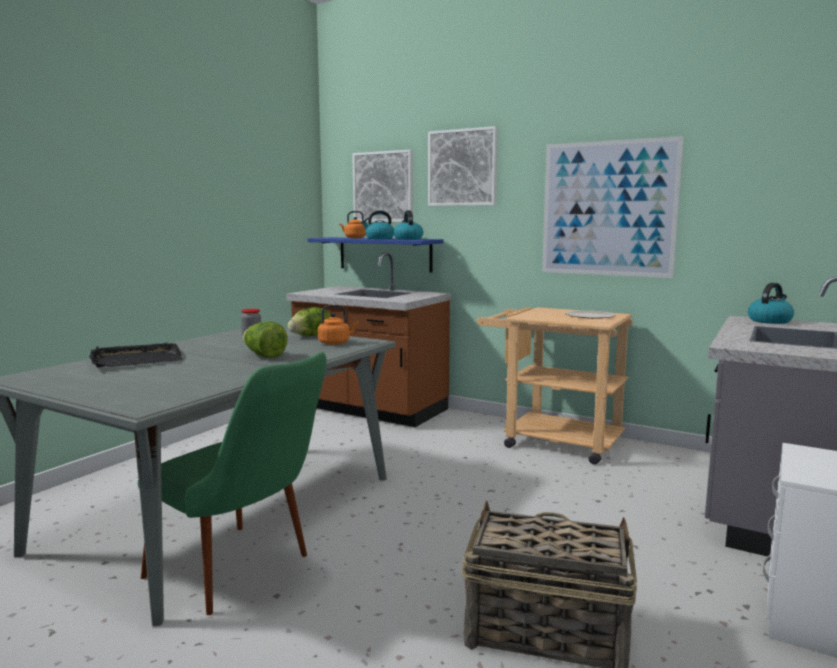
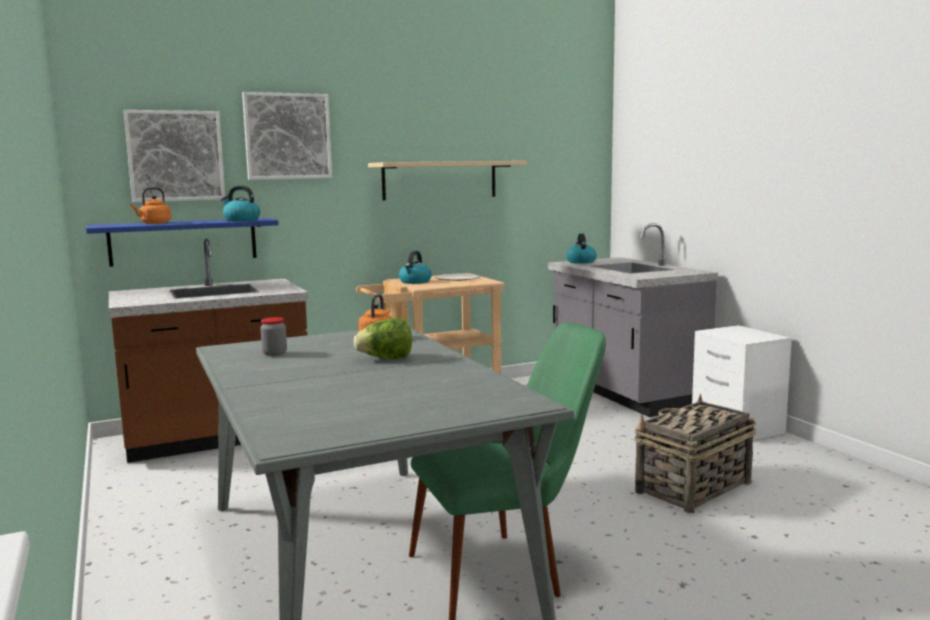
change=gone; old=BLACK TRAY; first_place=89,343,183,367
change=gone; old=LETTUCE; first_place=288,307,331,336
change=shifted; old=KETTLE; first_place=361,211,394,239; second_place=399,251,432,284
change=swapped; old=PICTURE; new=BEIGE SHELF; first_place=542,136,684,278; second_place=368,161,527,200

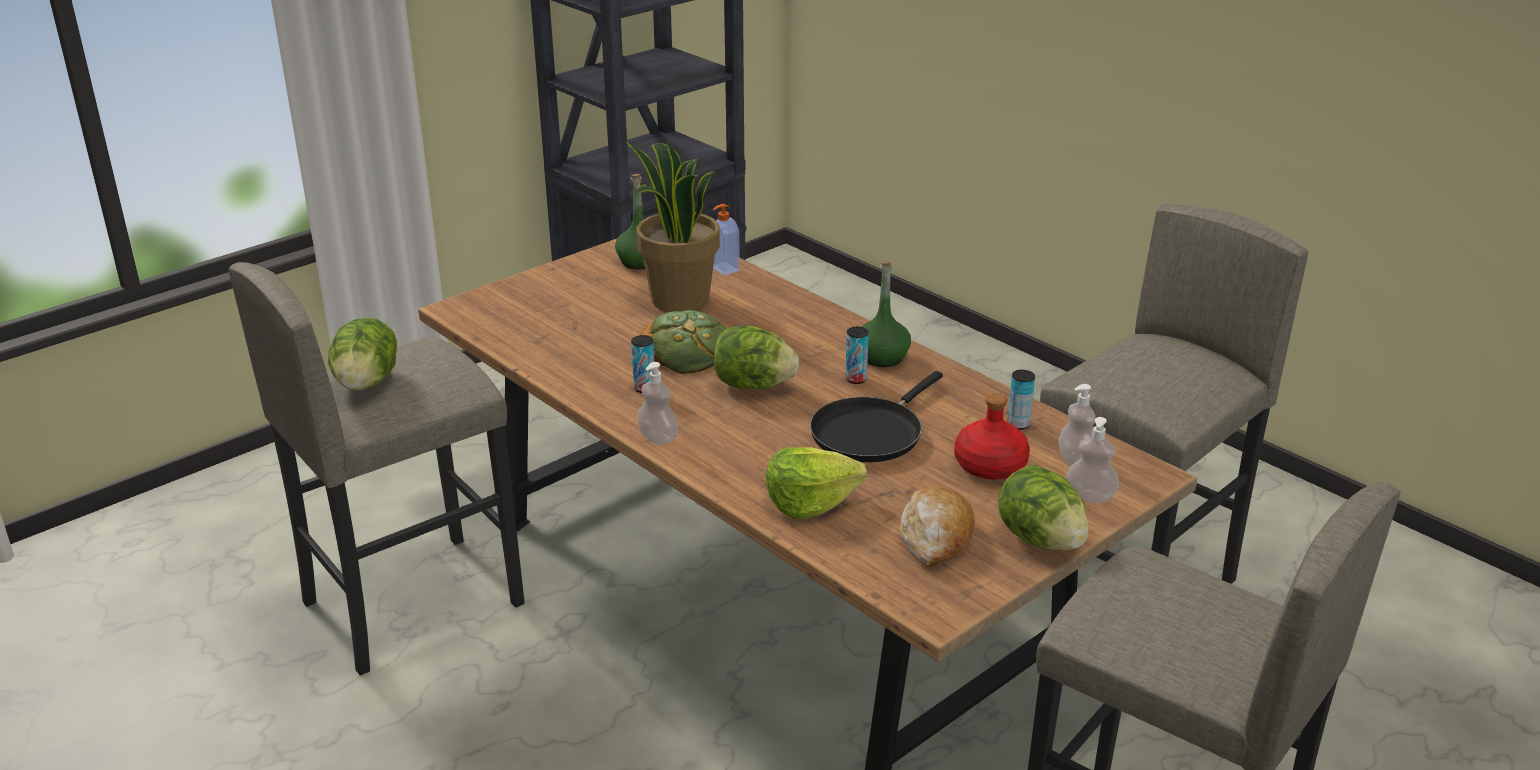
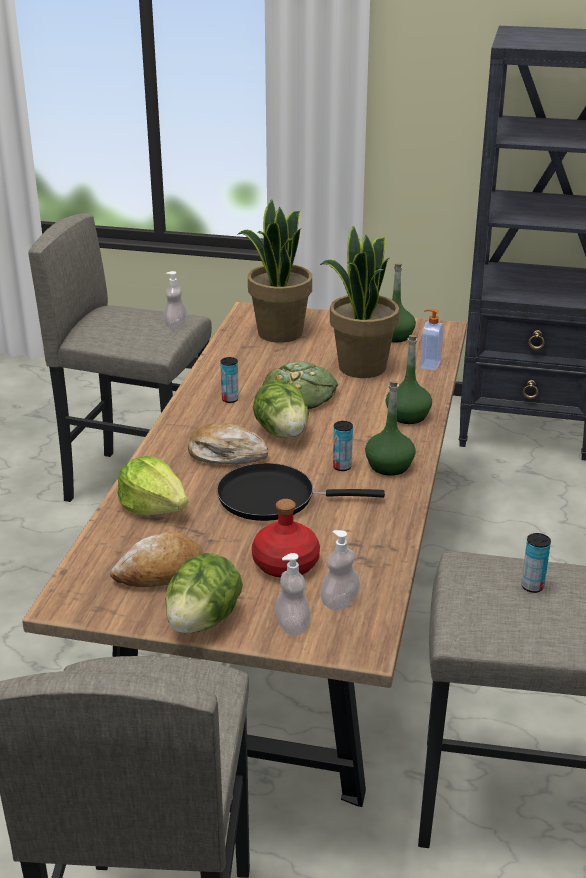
change=gone; old=LETTUCE; first_place=328,317,397,390
change=shifted; old=SOAP DISPENSER; first_place=637,362,678,445; second_place=163,271,187,329
change=shifted; old=CAN; first_place=1007,370,1035,430; second_place=521,533,551,593
change=new; new=BREAD; second_place=188,423,268,464
change=new; new=POTTED PLANT; second_place=238,199,312,343
change=new; new=GREEN BOTTLE; second_place=386,335,432,424

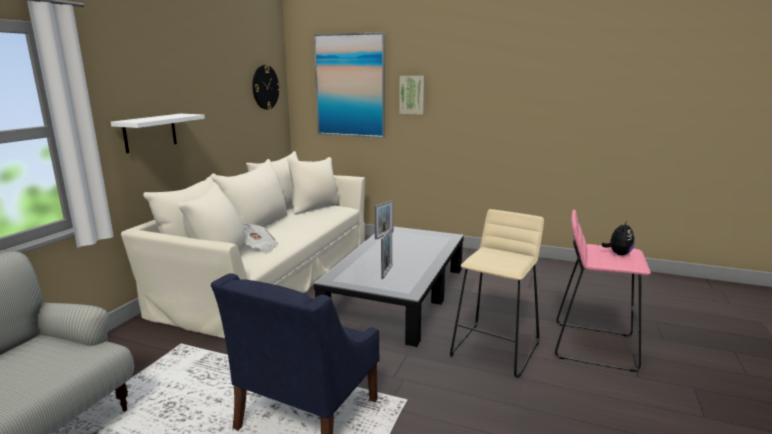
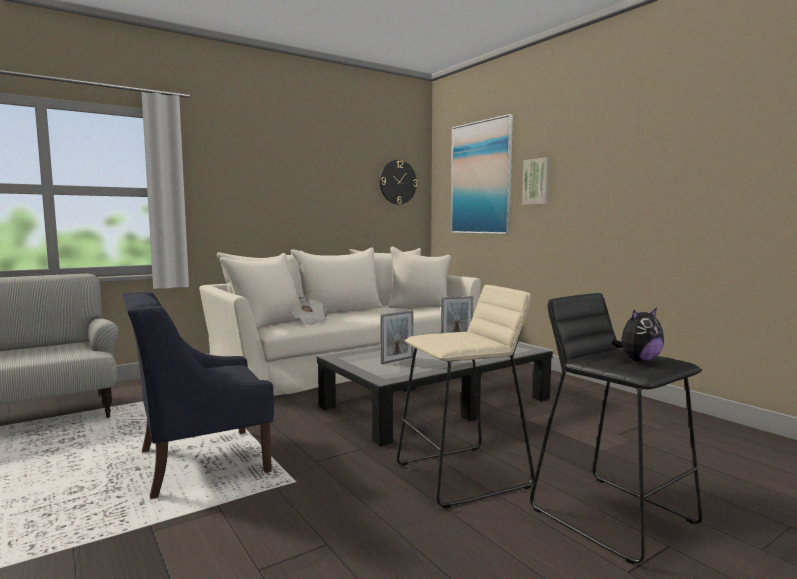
change=gone; old=WHITE SHELF; first_place=111,114,205,153
change=repainted; old=PINK STOOL; new=BLACK STOOL; first_place=555,209,651,372; second_place=530,293,703,565

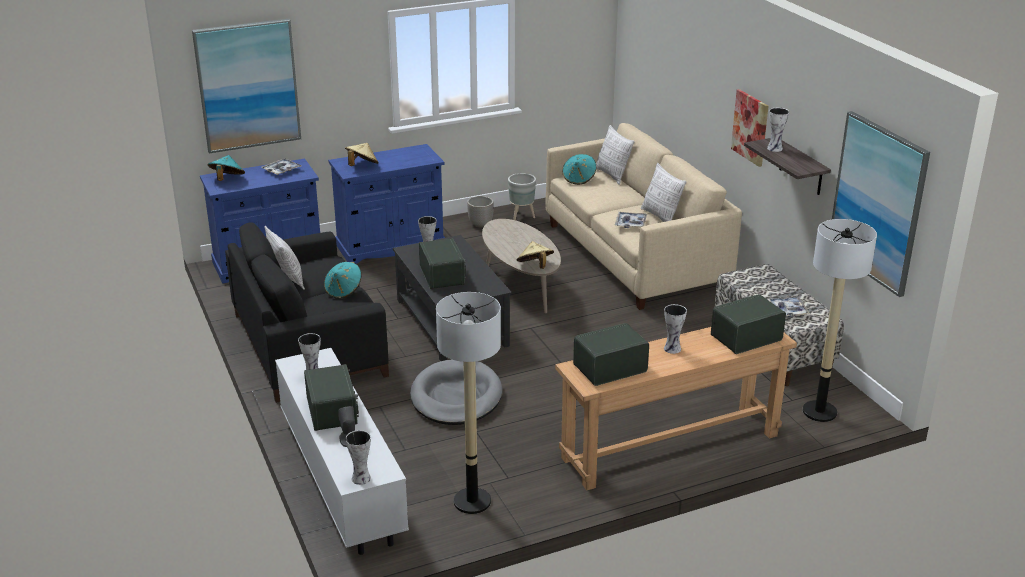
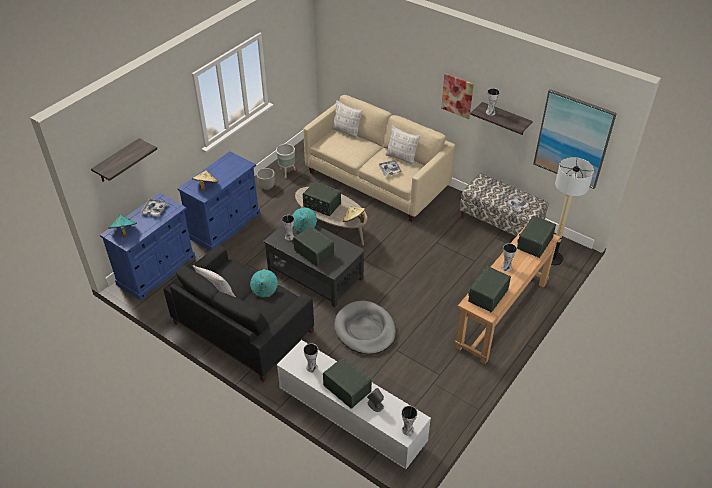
change=swapped; old=PICTURE; new=SHELF; first_place=192,19,301,154; second_place=91,138,157,182
change=gone; old=FLOOR LAMP; first_place=436,292,501,514
change=shifted; old=TURQUOISE HAT; first_place=562,154,596,185; second_place=292,207,317,233
change=new; new=RADIO; second_place=303,182,341,216

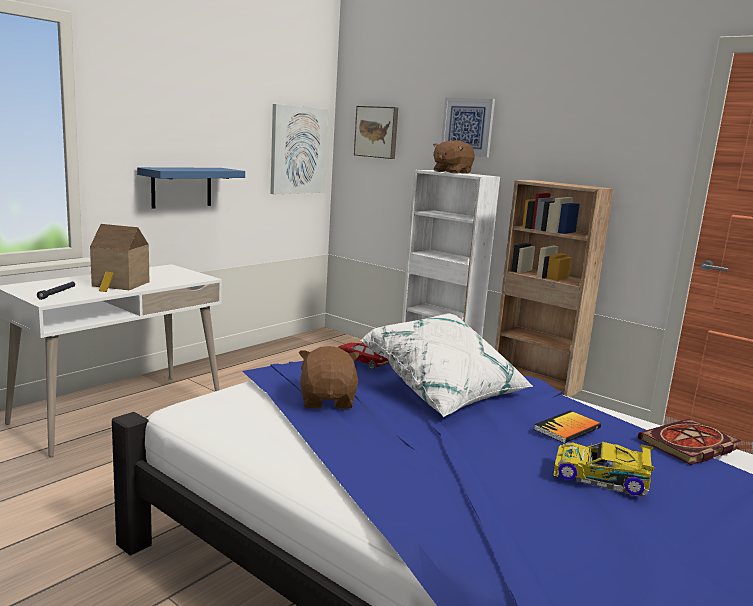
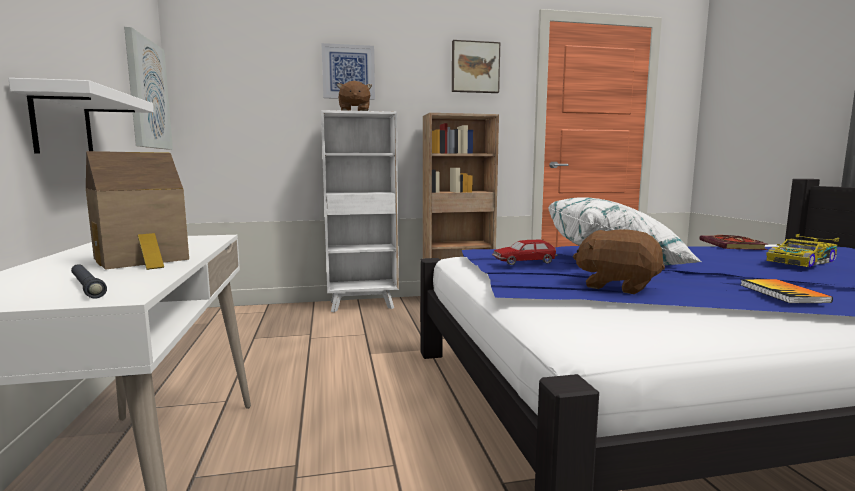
change=repainted; old=BLUE SHELF; new=WHITE SHELF; first_place=137,167,245,209; second_place=8,78,154,154
change=shifted; old=PICTURE; first_place=354,106,398,159; second_place=452,40,500,93
change=shifted; old=BOOK; first_place=534,411,601,443; second_place=741,279,833,303

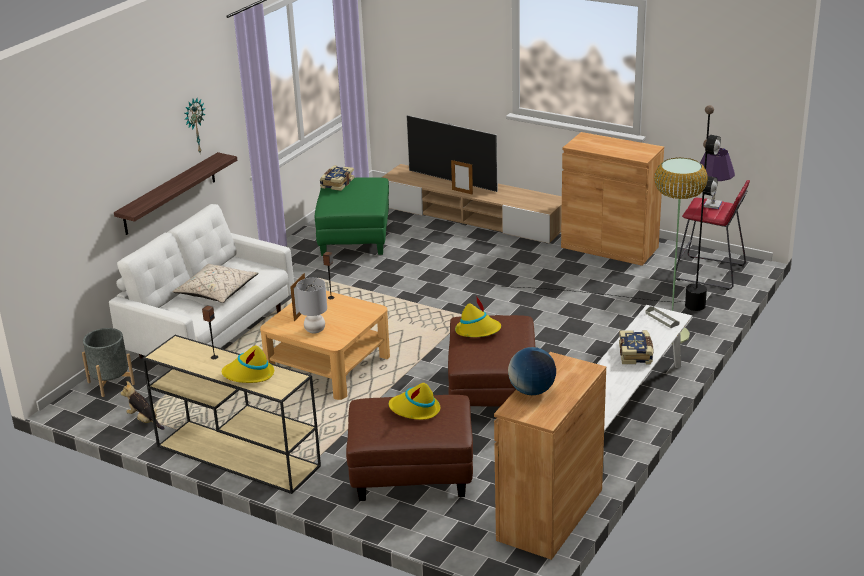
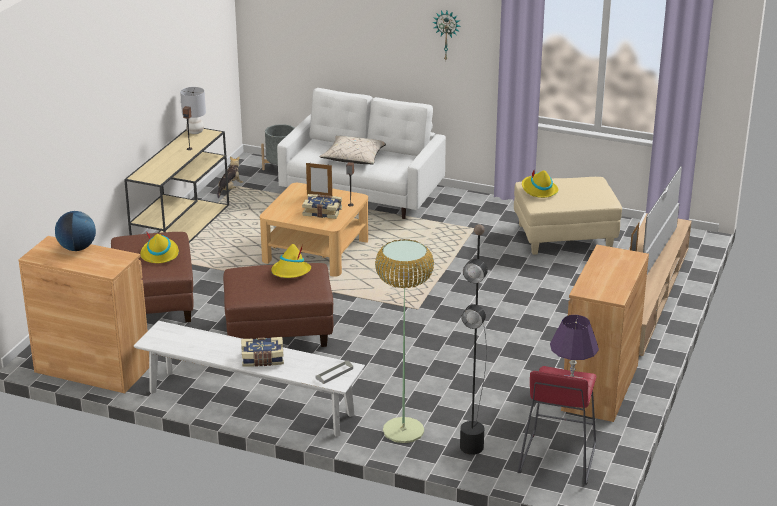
change=gone; old=SHELF; first_place=114,152,237,235
change=shifted; old=YELLOW HAT; first_place=222,345,274,383; second_place=522,169,558,198
change=shifted; old=GREY TABLE LAMP; first_place=296,278,327,334; second_place=180,87,206,134
change=repainted; old=GREEN OTTOMAN; new=BEIGE OTTOMAN; first_place=315,177,389,256; second_place=514,177,622,255
change=shifted; old=BOOK; first_place=320,165,354,191; second_place=302,194,342,219

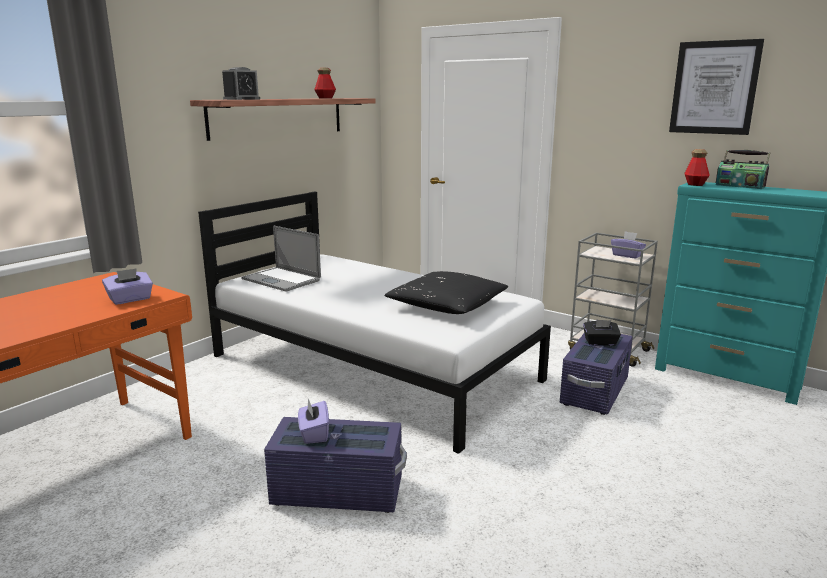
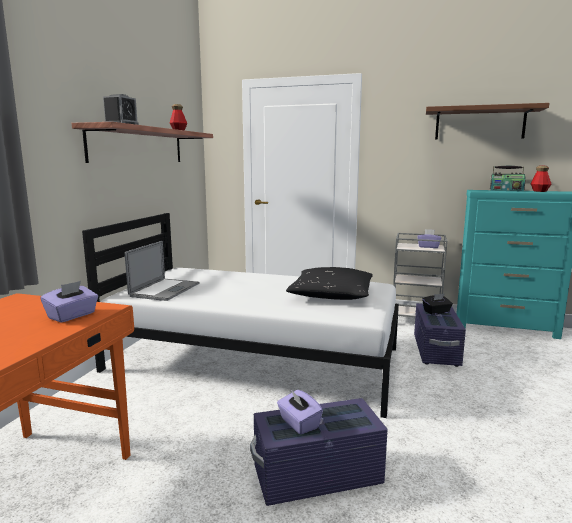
change=rotated; old=LAPTOP; first_place=241,226,321,292; second_place=125,241,199,301; degrees=-90
change=swapped; old=PICTURE; new=BROWN SHELF; first_place=669,39,764,135; second_place=426,103,549,140
change=shifted; old=BOTTLE; first_place=684,149,710,186; second_place=530,166,552,192

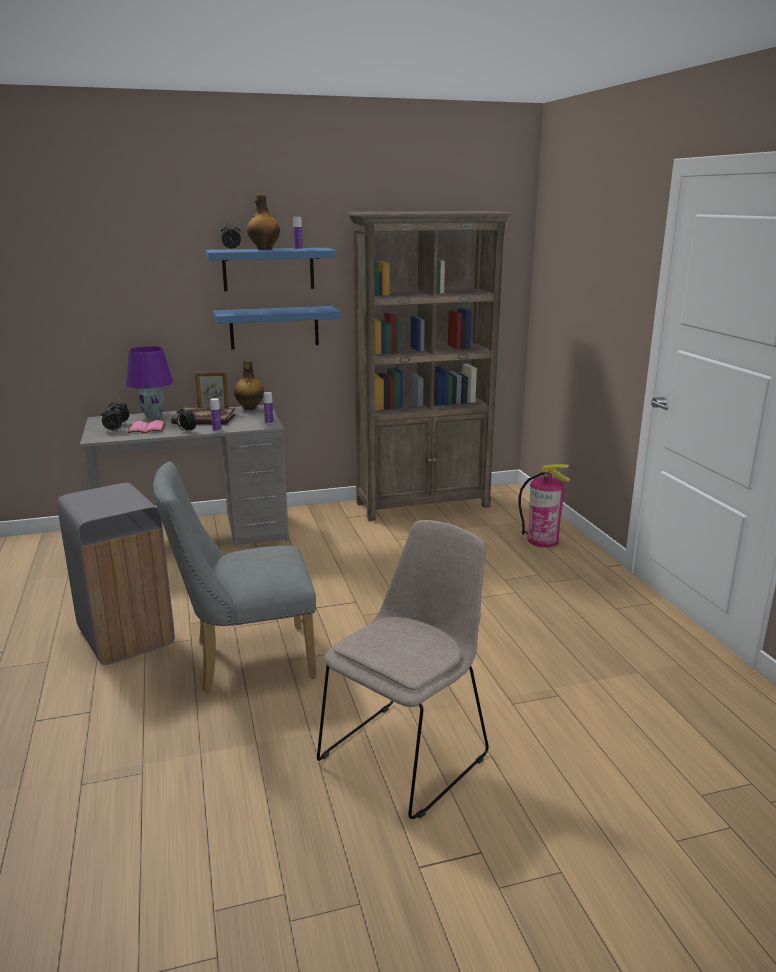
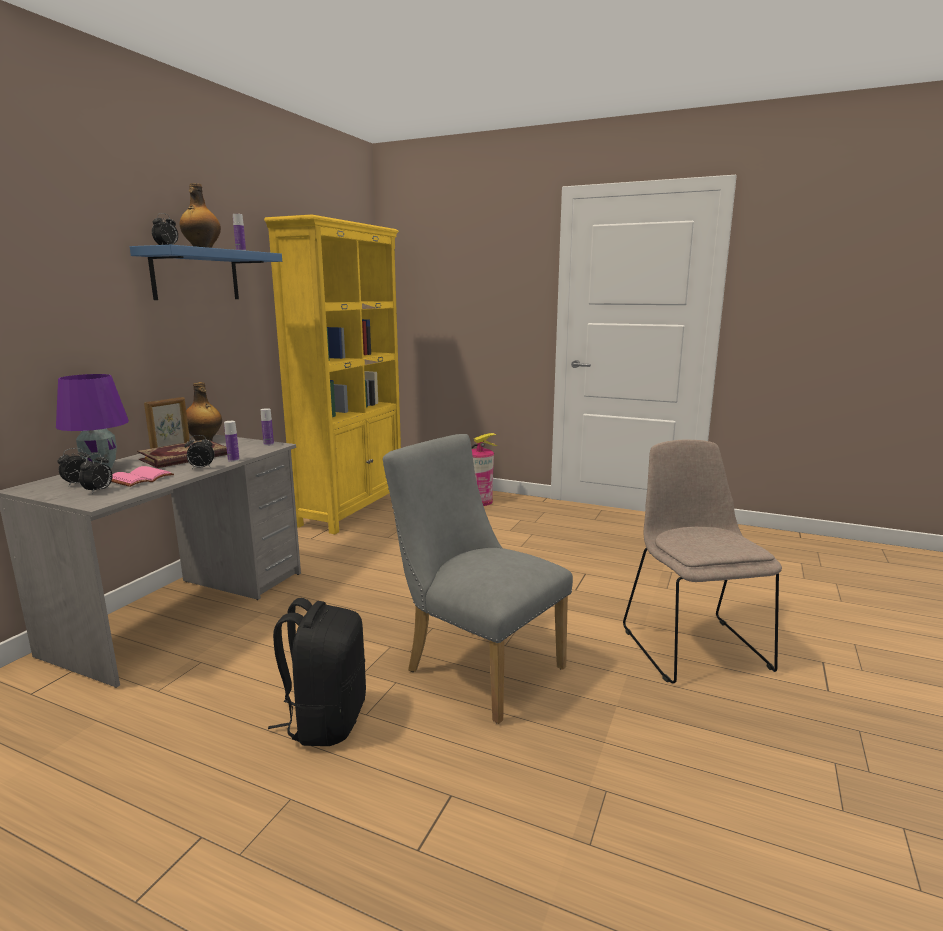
change=swapped; old=GREY TRASH CAN; new=BLACK BACKPACK; first_place=57,483,175,665; second_place=268,598,366,746
change=rotated; old=GREY CHAIR; first_place=153,462,317,692; second_place=382,434,573,724; degrees=105
change=gone; old=BLUE SHELF; first_place=213,306,341,350
change=repainted; old=BROWN BOOKCASE; new=YELLOW BOOKCASE; first_place=348,211,511,521; second_place=264,214,401,534

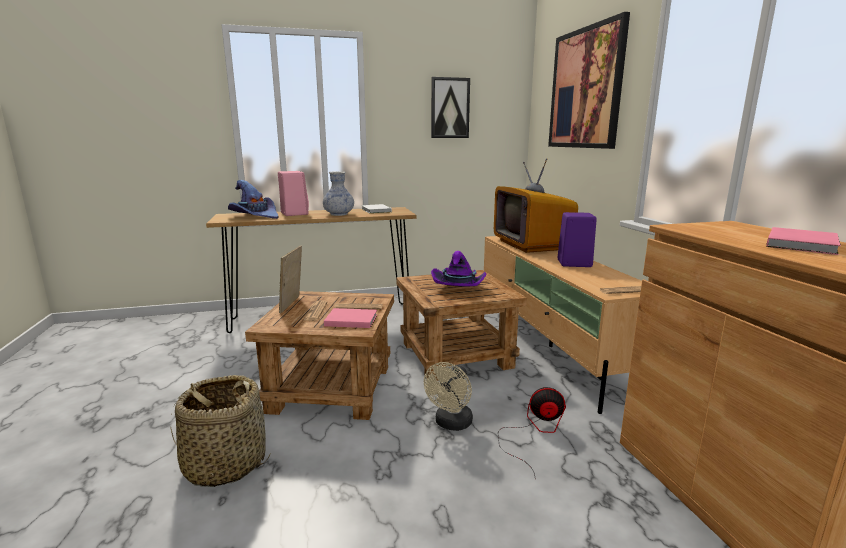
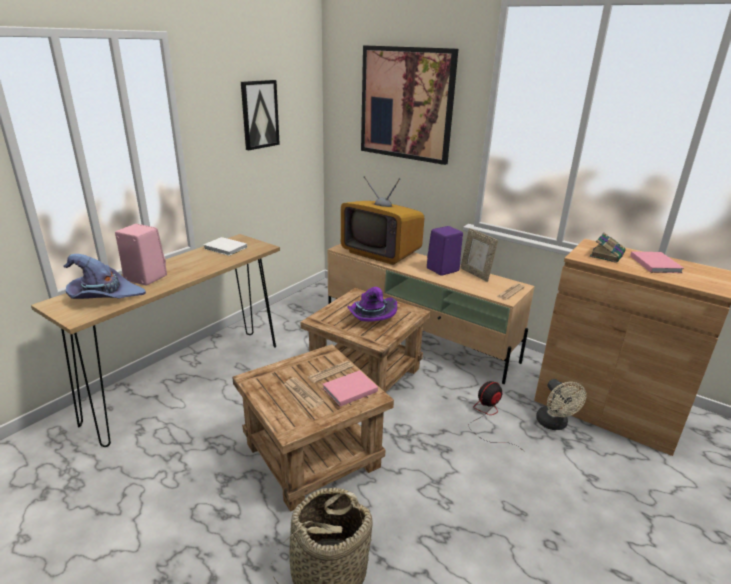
change=shifted; old=PICTURE FRAME; first_place=279,245,302,313; second_place=460,228,498,282
change=gone; old=VASE; first_place=323,171,354,216
change=shifted; old=BEIGE FAN; first_place=424,362,473,431; second_place=536,379,586,430
change=new; new=BOOK; second_place=590,233,625,263

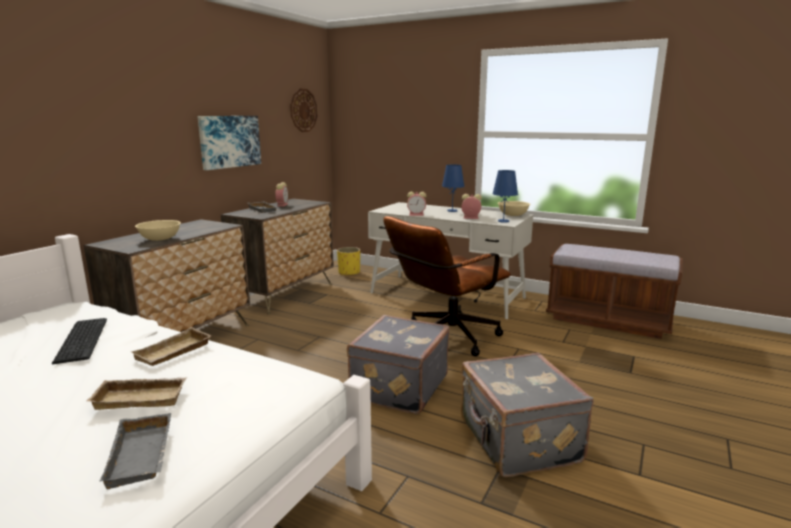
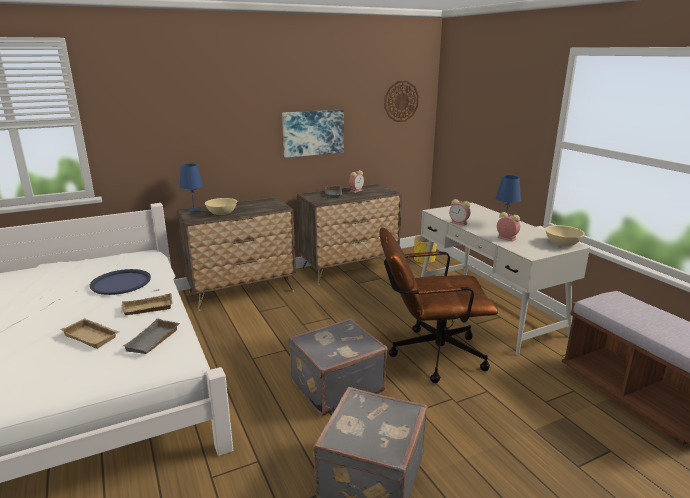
change=swapped; old=KEYBOARD; new=BLUE TRAY; first_place=52,318,107,365; second_place=90,269,151,295
change=shifted; old=GREY TRAY; first_place=99,413,171,490; second_place=123,318,180,354
change=shifted; old=BLUE TABLE LAMP; first_place=492,170,518,223; second_place=179,164,203,212

